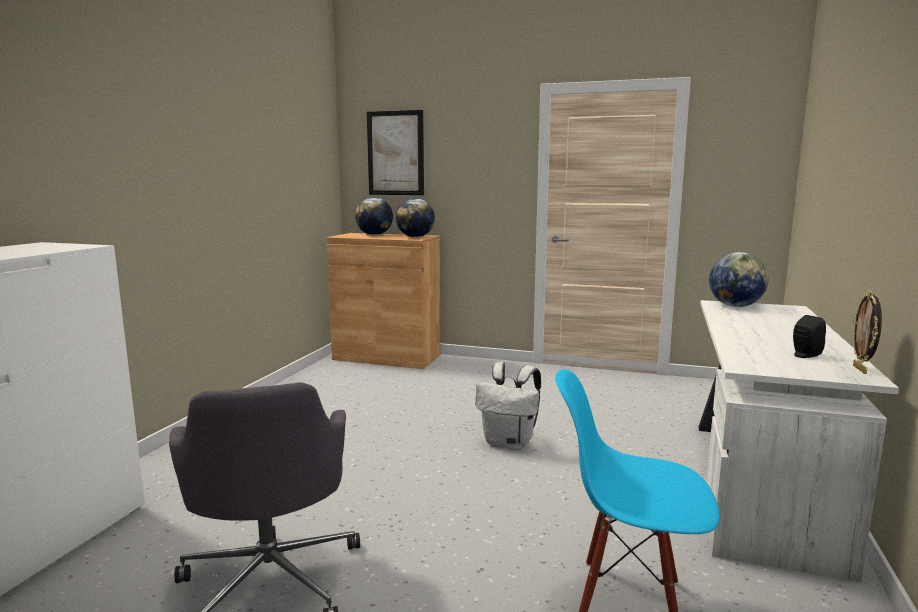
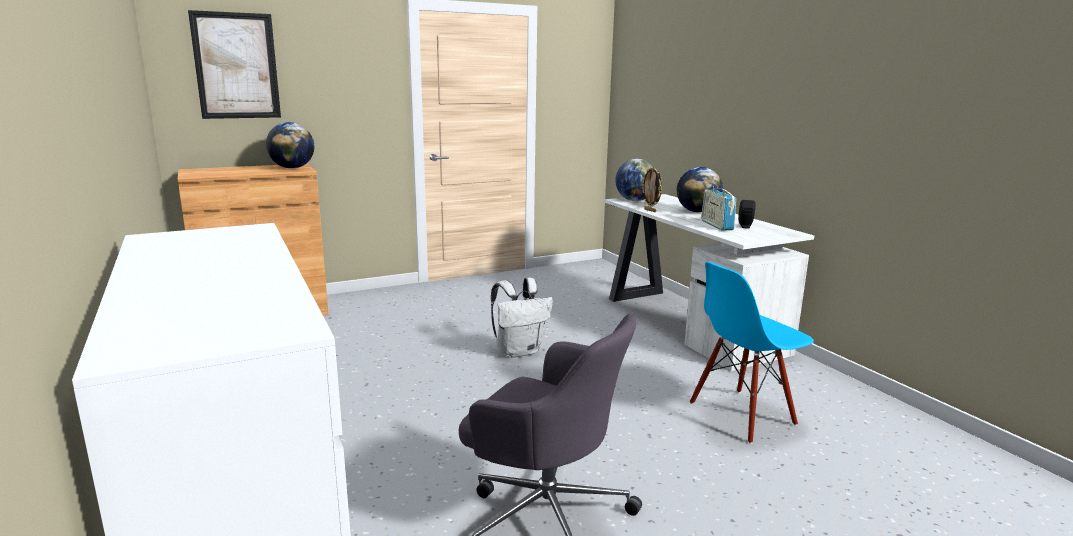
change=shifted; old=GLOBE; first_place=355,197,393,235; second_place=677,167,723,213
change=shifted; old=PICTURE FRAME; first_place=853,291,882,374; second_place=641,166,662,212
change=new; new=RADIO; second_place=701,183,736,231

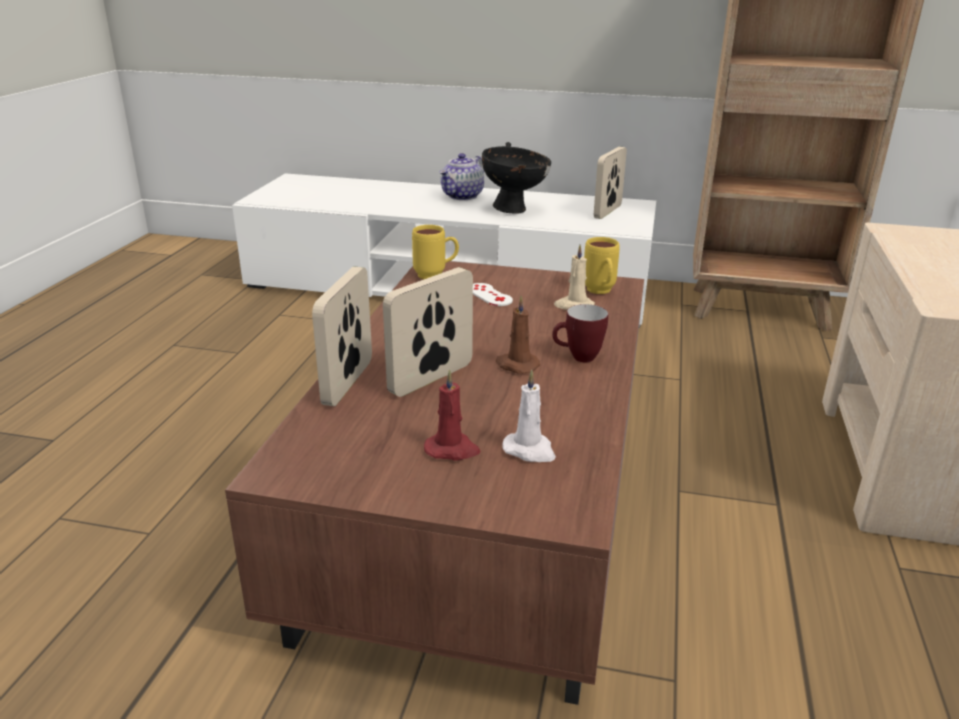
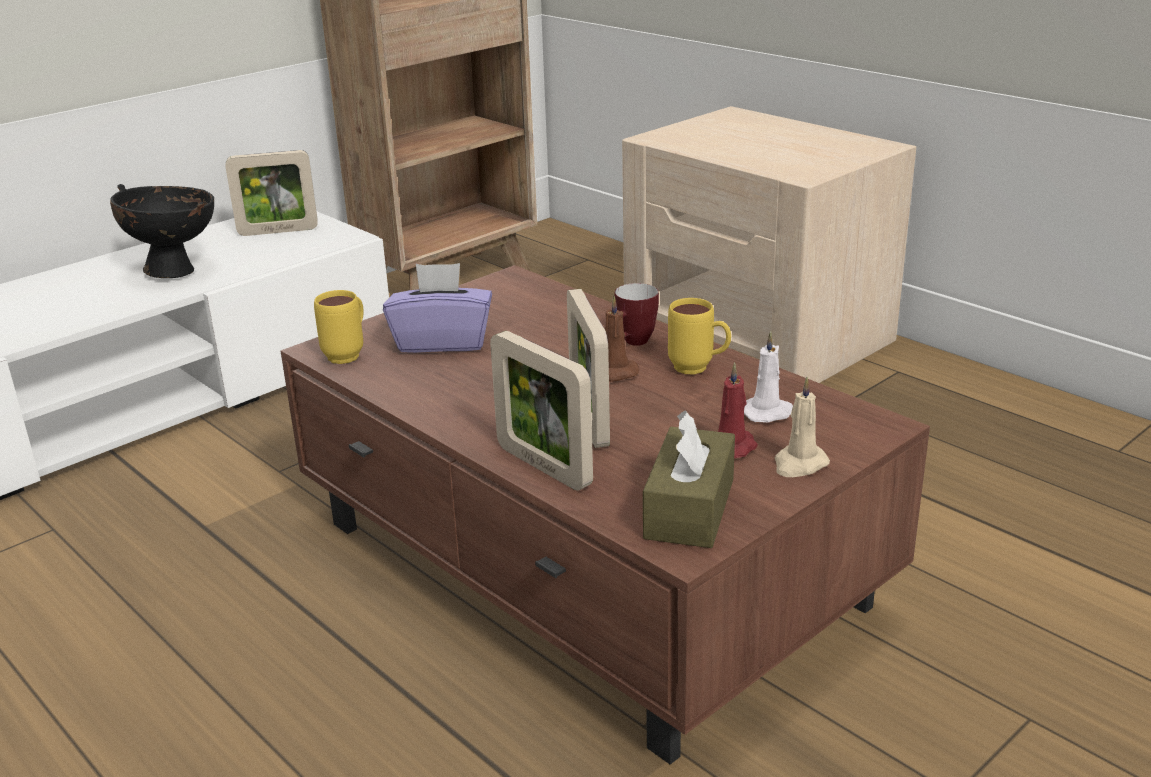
change=gone; old=TEAPOT; first_place=439,153,484,200
change=swapped; old=WHITE GAME CONTROLLER; new=PURPLE TISSUE BOX; first_place=473,283,513,306; second_place=383,263,492,353
change=shifted; old=BEIGE CANDLE; first_place=554,244,595,310; second_place=775,377,830,477
change=shifted; old=YELLOW MUG; first_place=584,237,620,294; second_place=668,298,731,375
change=rotated; old=PICTURE FRAME; first_place=594,146,627,219; second_place=225,150,318,236; degrees=-75
change=new; new=BROWN TISSUE BOX; second_place=643,410,735,548

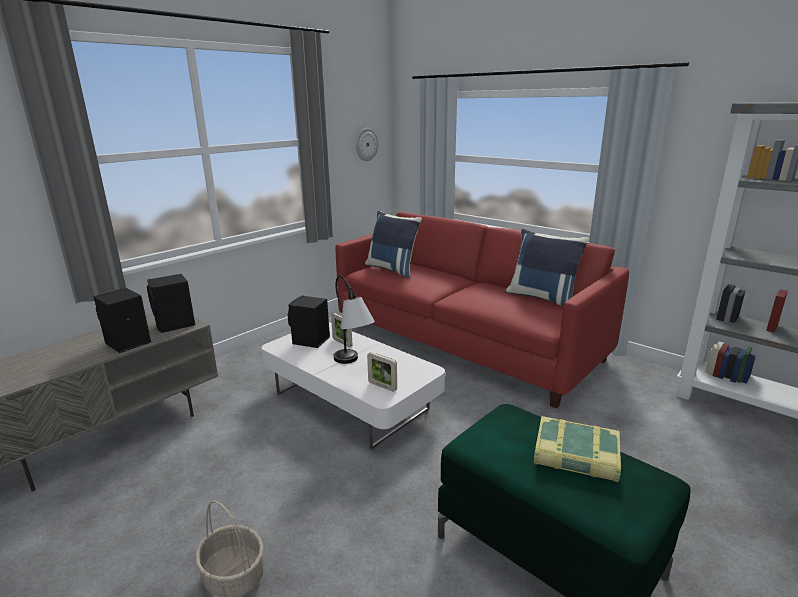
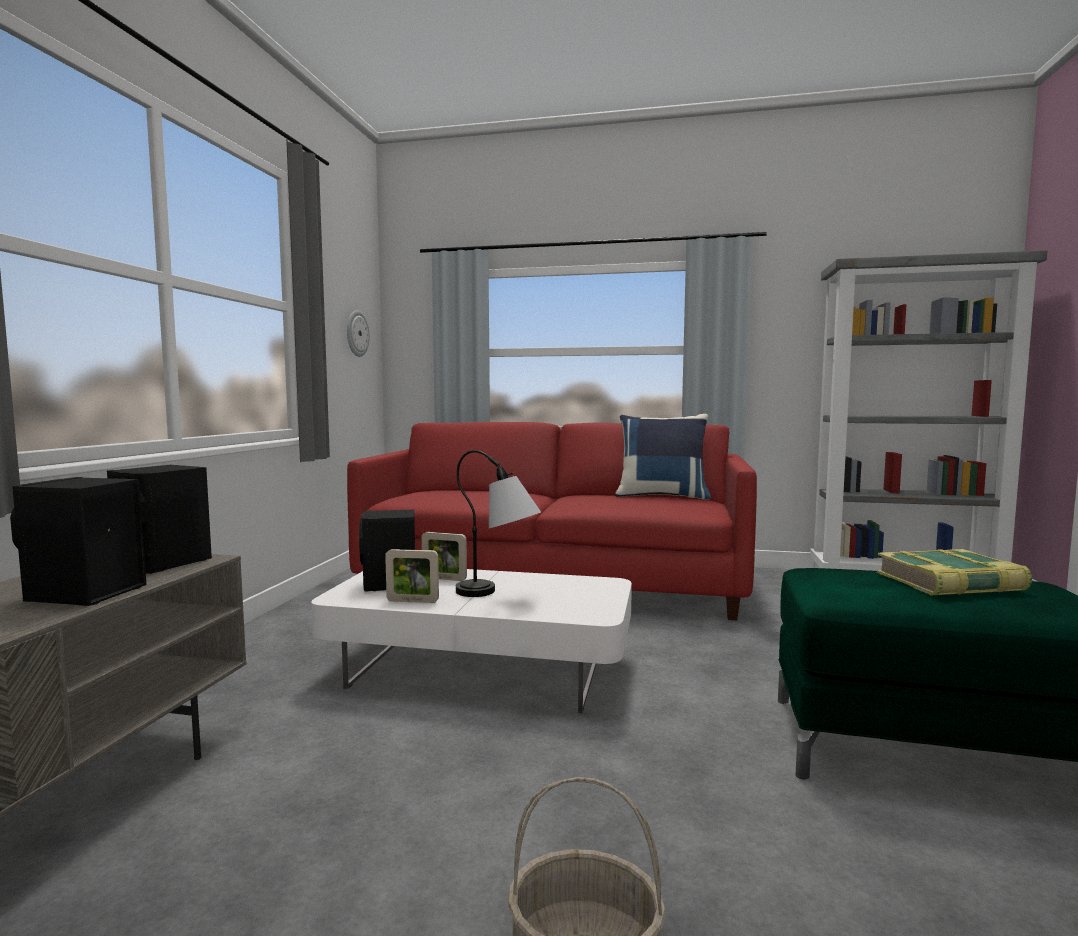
change=gone; old=BLUE PILLOW; first_place=365,211,422,278
change=shifted; old=PICTURE FRAME; first_place=367,352,397,392; second_place=385,549,439,603

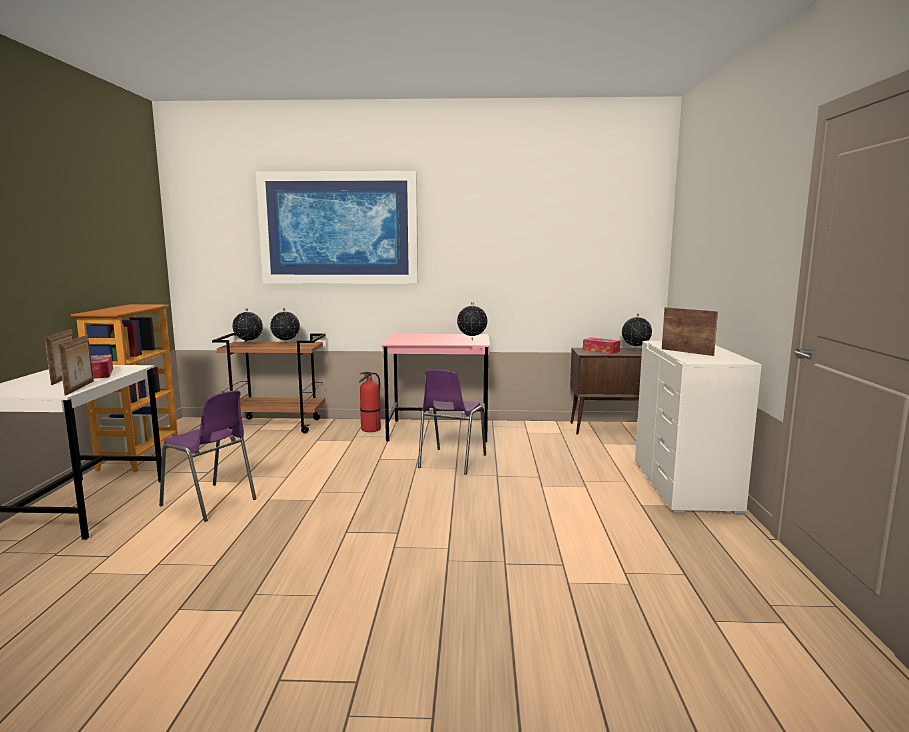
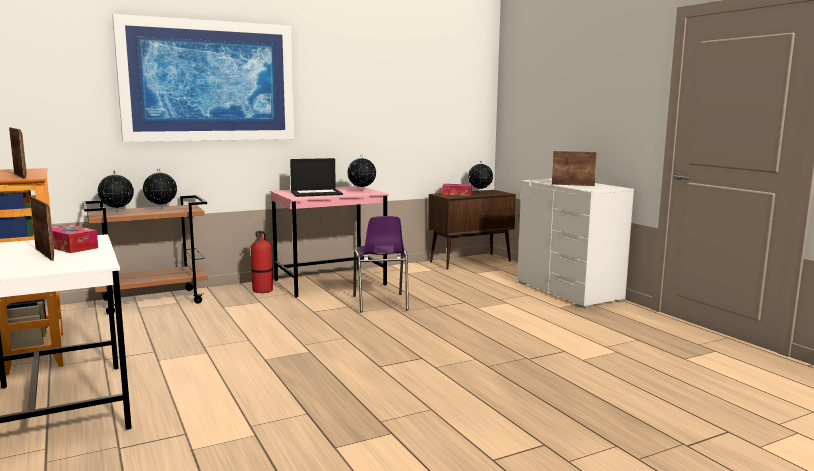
change=shifted; old=PICTURE FRAME; first_place=58,335,94,396; second_place=9,128,27,179
change=gone; old=PURPLE CHAIR; first_place=159,390,256,522
change=new; new=LAPTOP; second_place=290,158,343,197

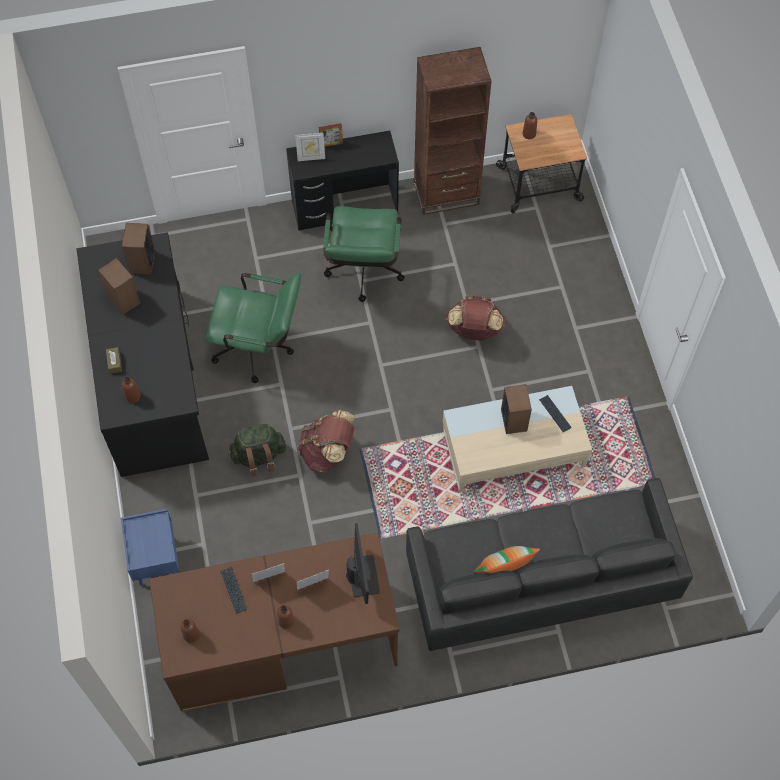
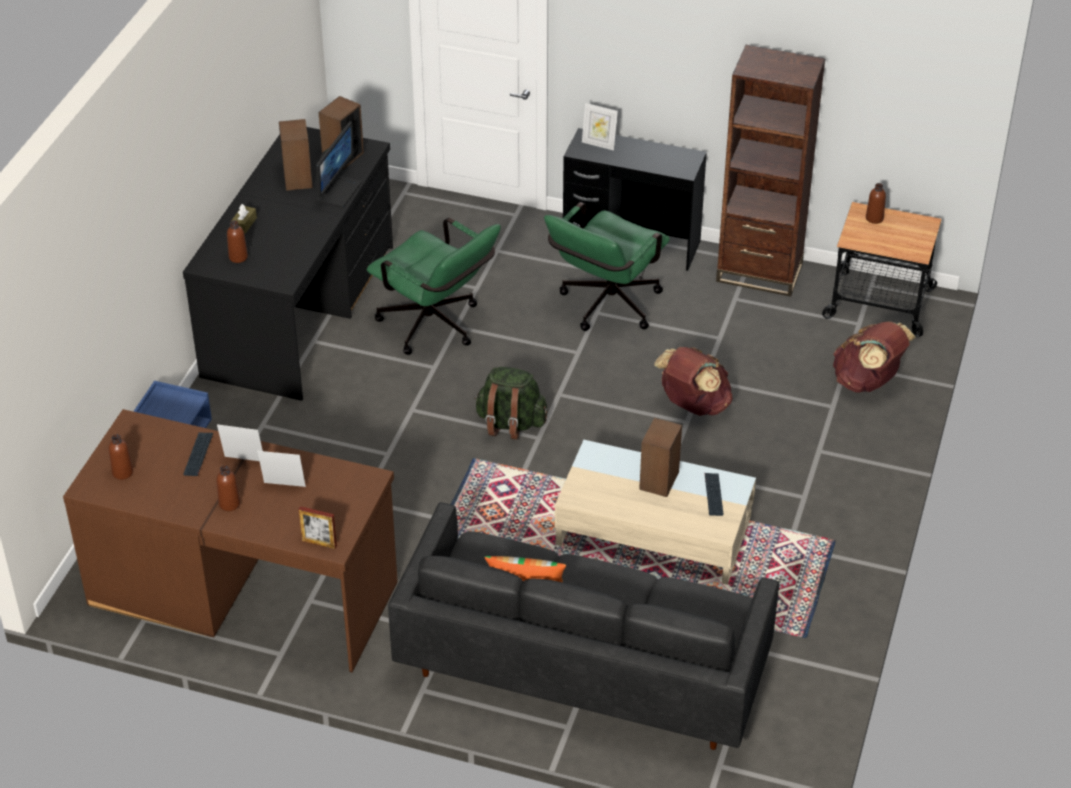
change=shifted; old=GREEN BACKPACK; first_place=228,424,286,477; second_place=475,367,547,440
change=shifted; old=BROWN BACKPACK; first_place=297,410,355,473; second_place=833,321,916,393
change=shifted; old=PICTURE FRAME; first_place=319,123,343,147; second_place=299,506,337,549
change=shifted; old=MONITOR; first_place=346,523,380,604; second_place=316,121,361,208

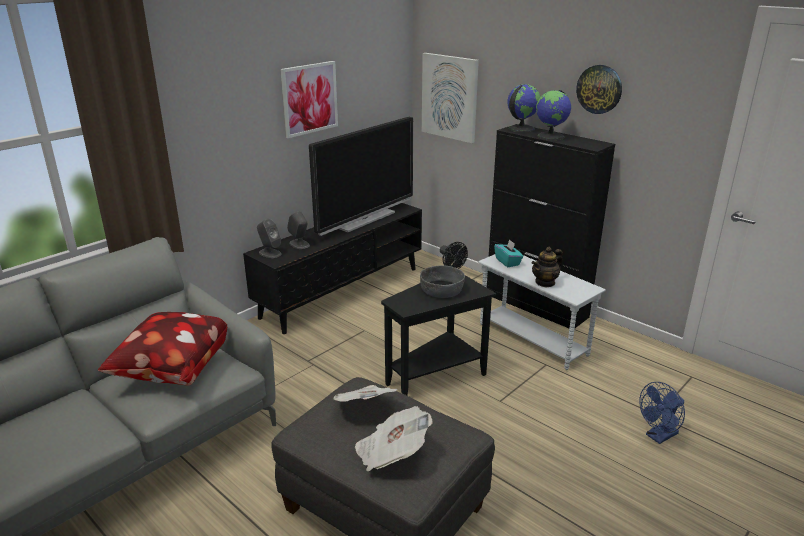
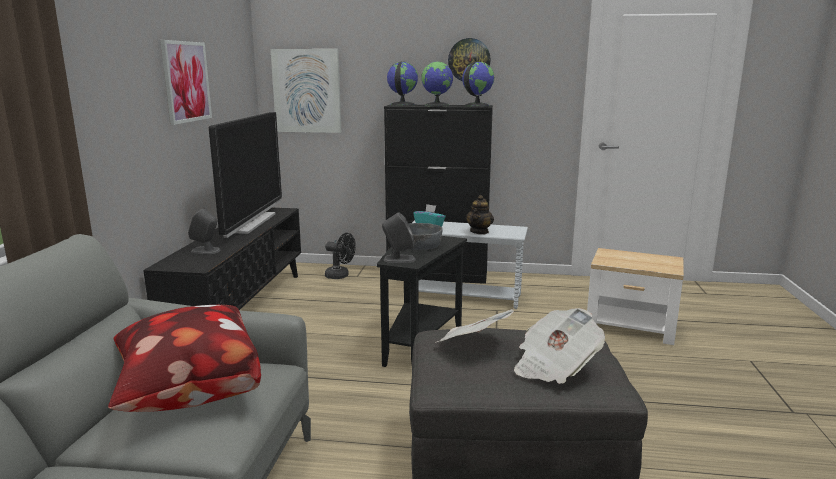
change=shifted; old=GREY SPEAKER; first_place=257,219,282,258; second_place=382,212,416,263
change=swapped; old=BLUE FAN; new=SIDE TABLE; first_place=639,382,685,444; second_place=587,248,684,345
change=new; new=GLOBE; second_place=462,61,494,107

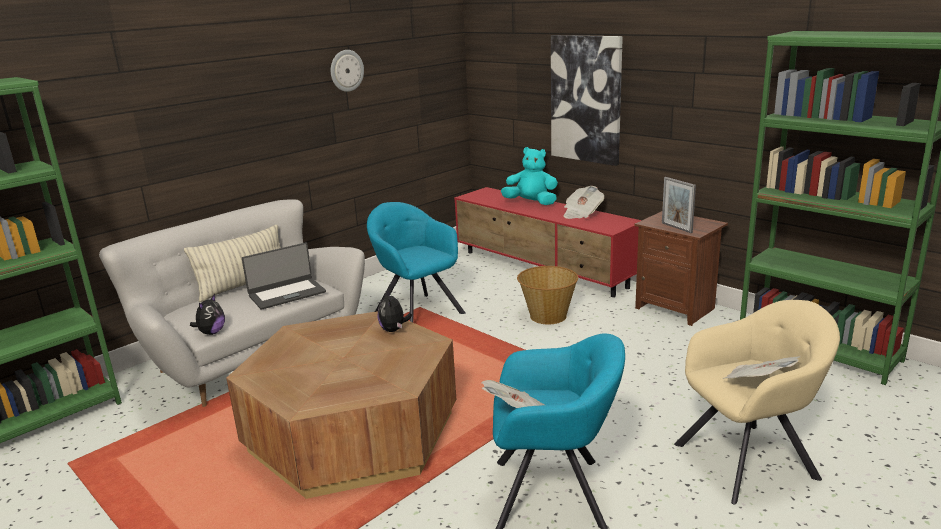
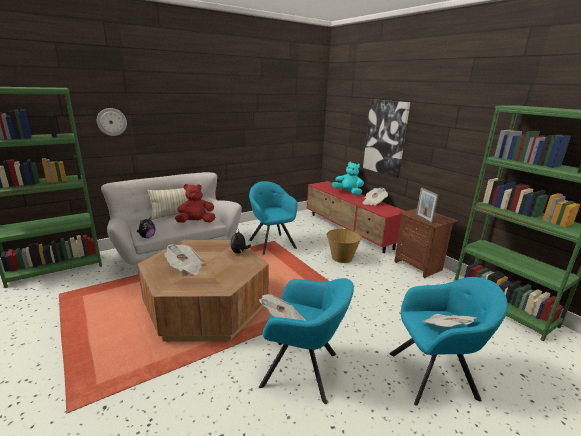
change=swapped; old=LAPTOP; new=RED PLUSH TOY; first_place=242,243,326,310; second_place=175,184,215,223
change=shifted; old=WALL CLOCK; first_place=331,50,364,92; second_place=97,108,127,136
change=repainted; old=BEIGE ARMCHAIR; new=TURQUOISE ARMCHAIR; first_place=674,300,840,504; second_place=389,277,508,406
change=new; new=NEWSPAPER; second_place=164,244,204,275

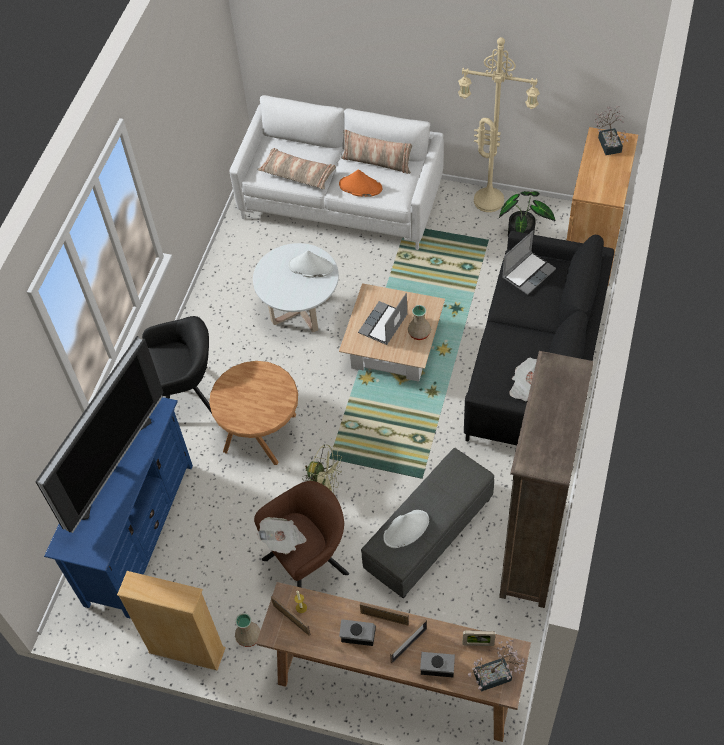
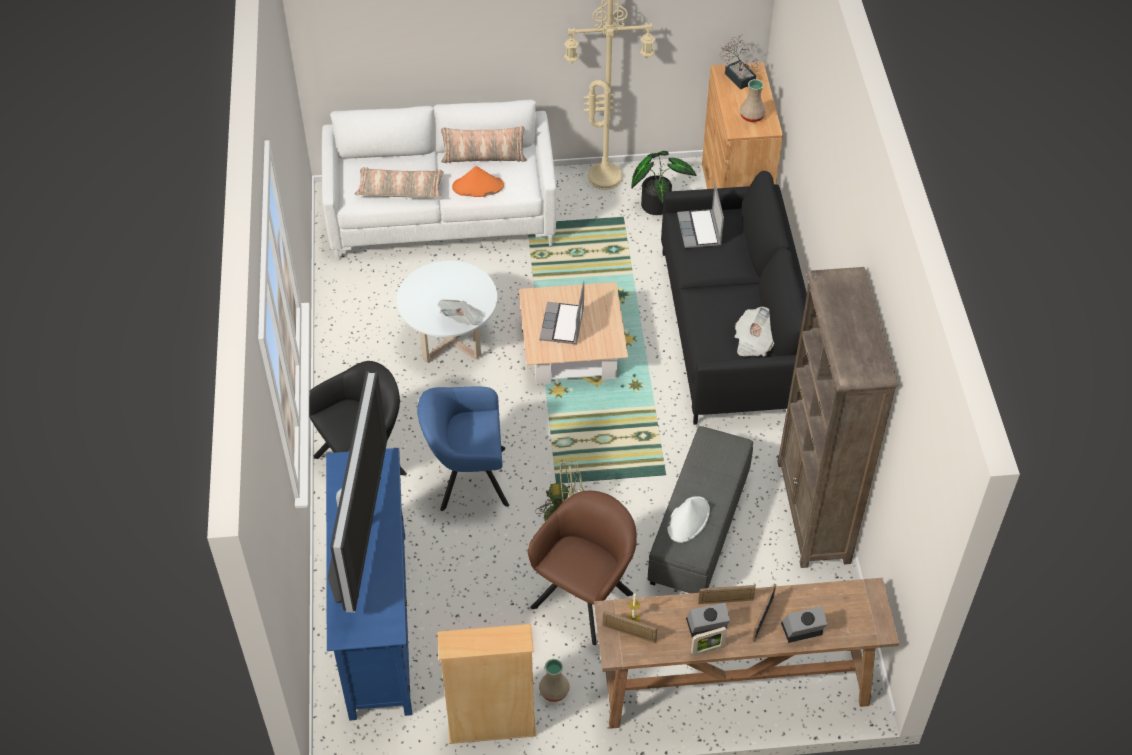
change=swapped; old=BROWN SIDE TABLE; new=BLUE ARMCHAIR; first_place=209,361,298,465; second_place=417,387,509,511
change=shifted; old=NEWSPAPER; first_place=257,517,307,554; second_place=438,300,486,325
change=gone; old=WHITE HAT; first_place=288,250,334,278
change=shifted; old=BEIGE VASE; first_place=408,305,431,340; second_place=740,79,766,122
change=shifted; old=PICTURE FRAME; first_place=463,630,495,646; second_place=691,627,727,656
change=gone; old=POTTED PLANT; first_place=468,639,525,692
change=rotated; old=LAPTOP; first_place=502,231,556,295; second_place=677,183,724,248; degrees=150

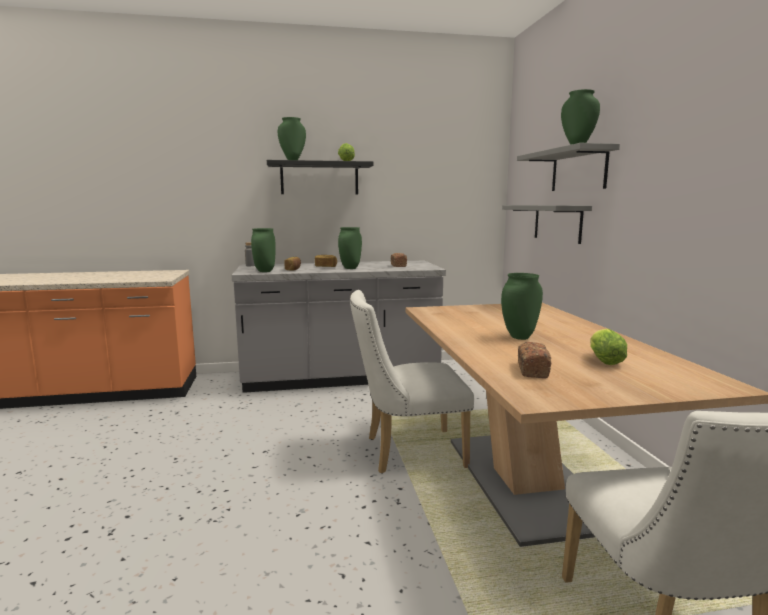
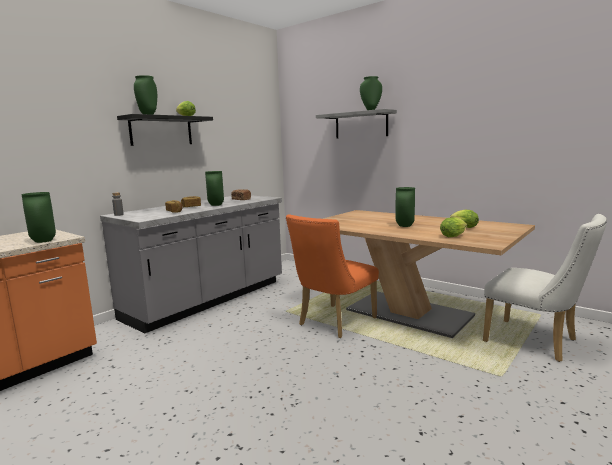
change=shifted; old=GREEN VASE; first_place=251,228,276,272; second_place=21,192,56,243
change=repainted; old=WHITE CHAIR; new=ORANGE CHAIR; first_place=350,290,474,474; second_place=286,214,379,338
change=gone; old=GREY SHELF; first_place=502,205,592,244
change=swapped; old=BREAD; new=LETTUCE; first_place=518,342,551,378; second_place=440,217,467,237

